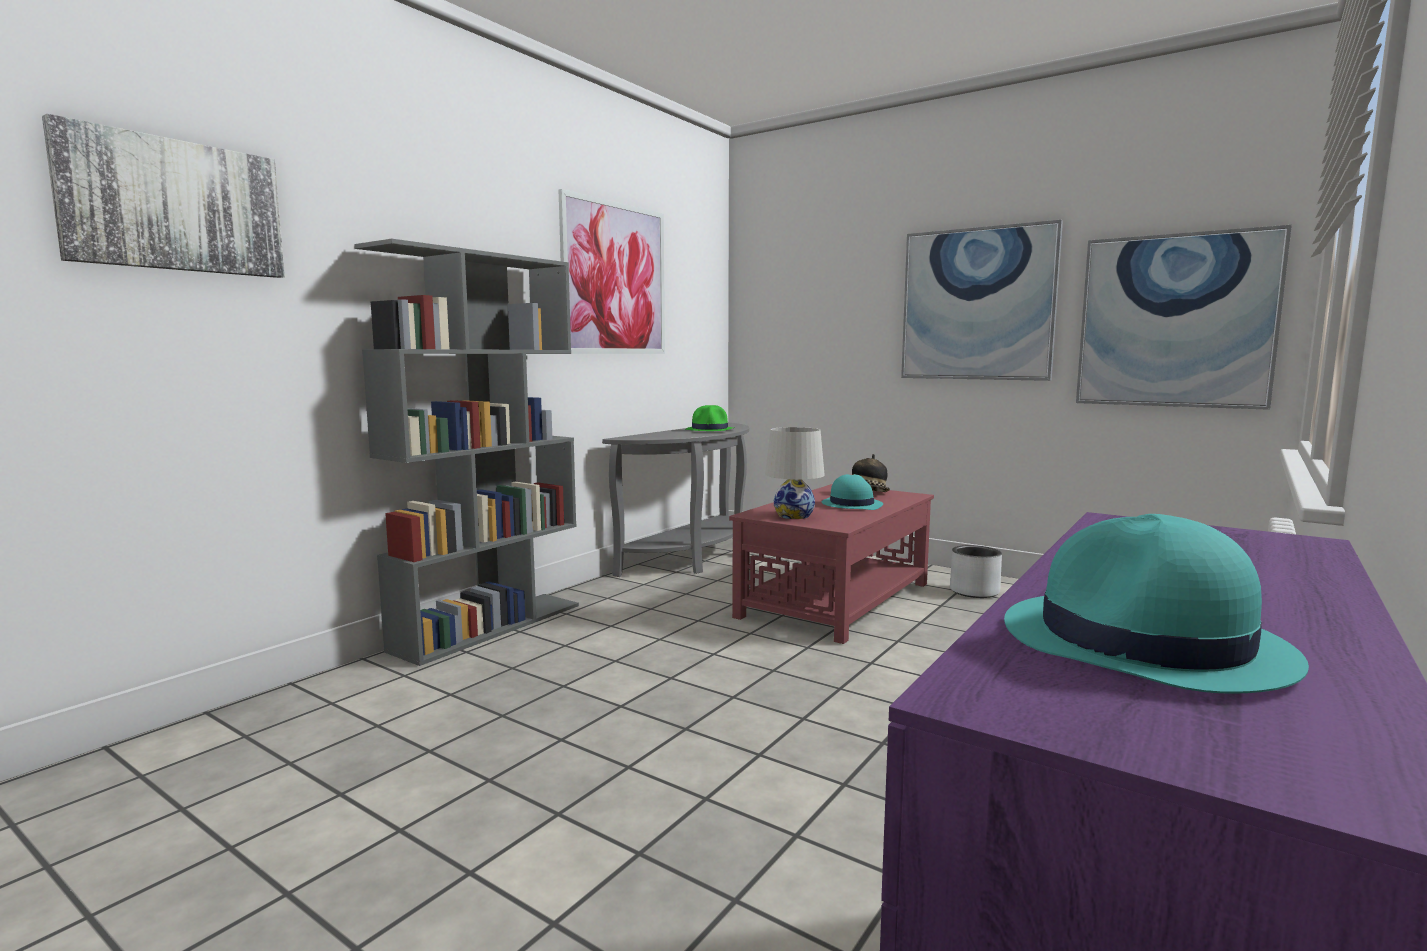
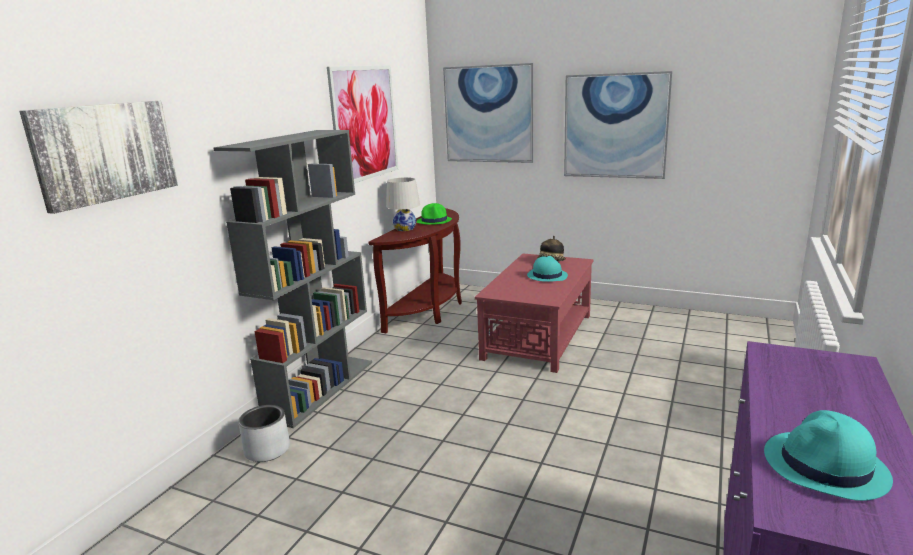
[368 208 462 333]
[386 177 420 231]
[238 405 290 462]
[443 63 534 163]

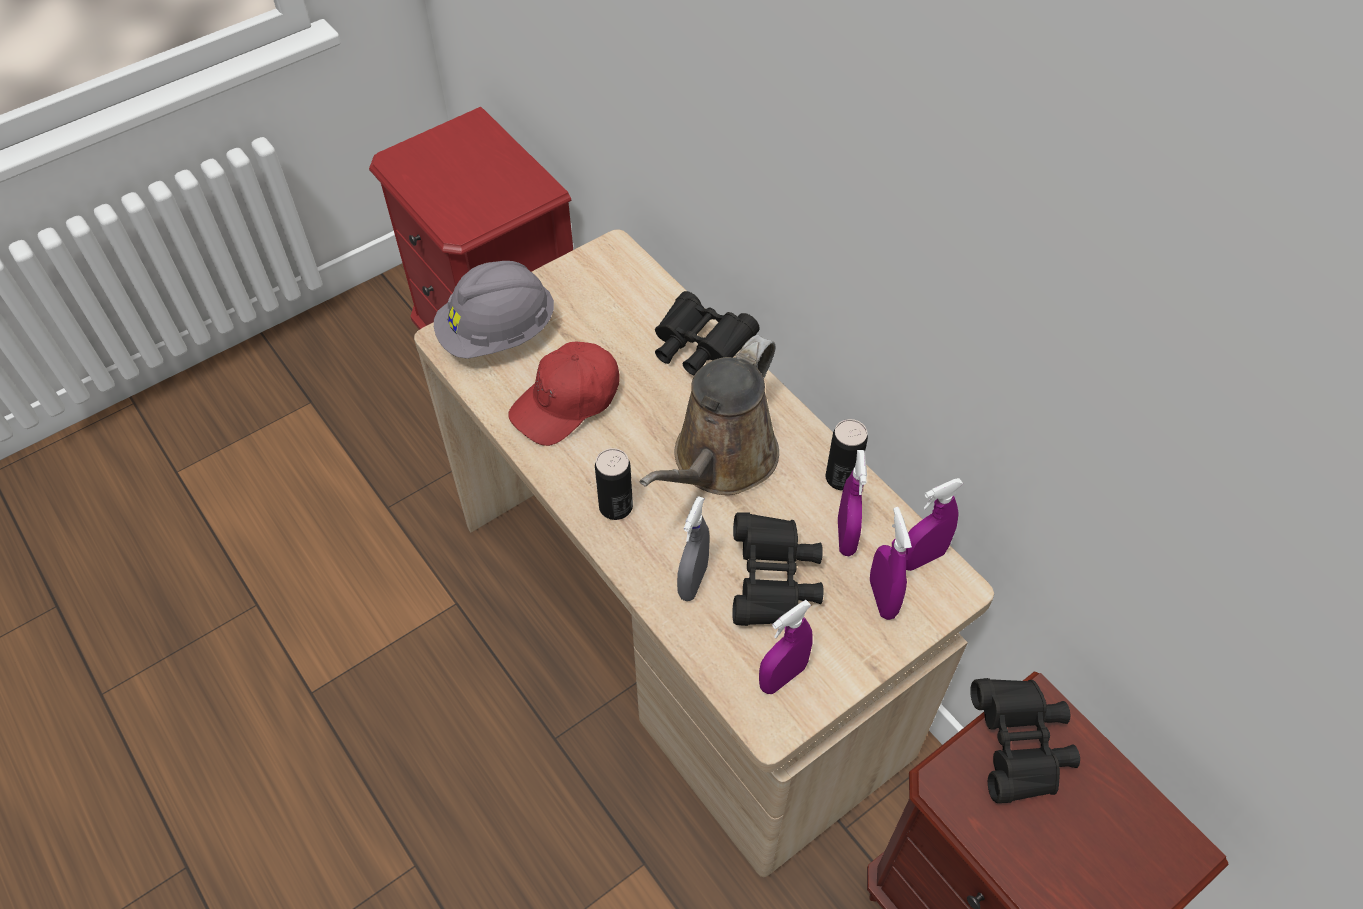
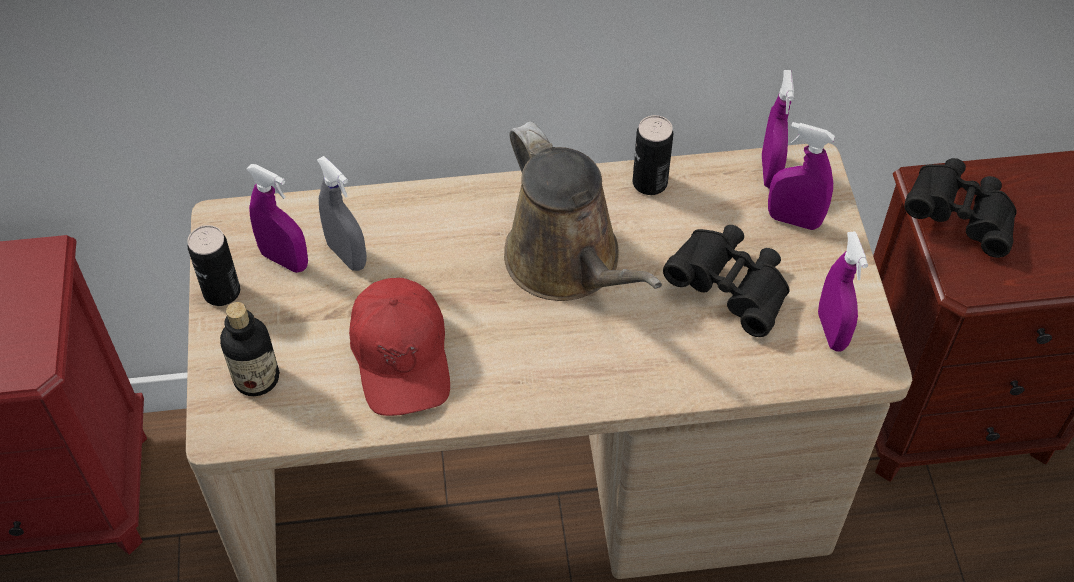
[220 302 280 396]
[187 225 240 306]
[655 291 759 375] (first image)
[317 156 367 271]
[246 164 308 273]

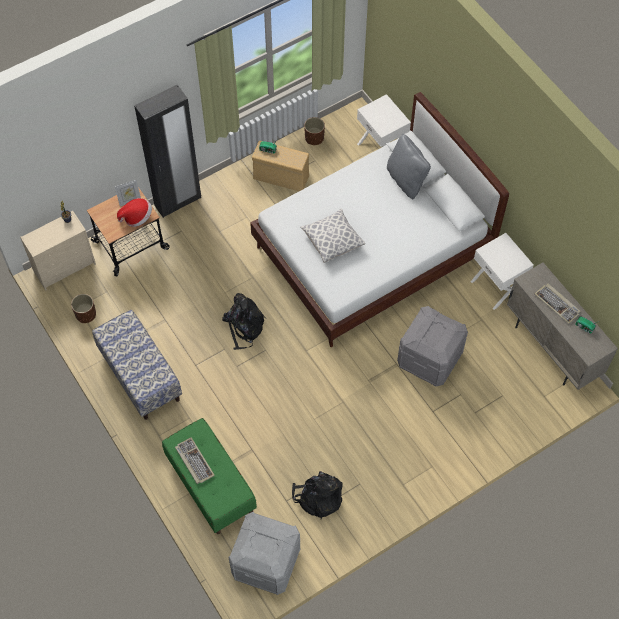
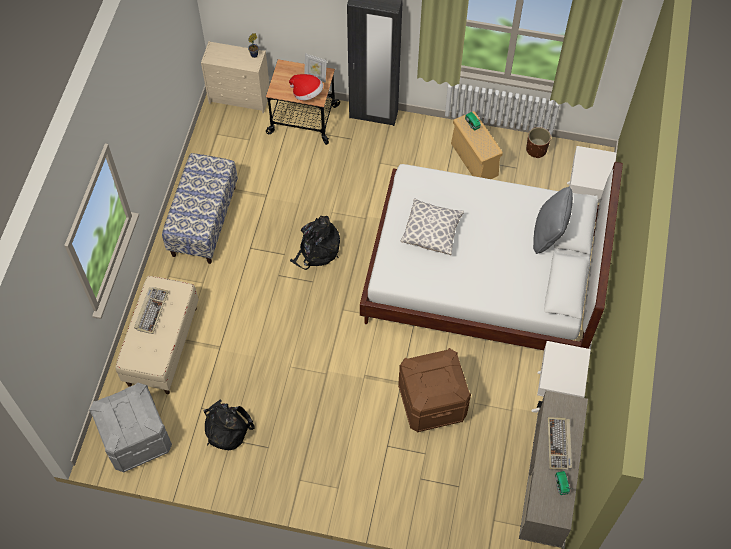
[71 294 96 323] (first image)
[116 276 199 394]
[398 348 471 432]

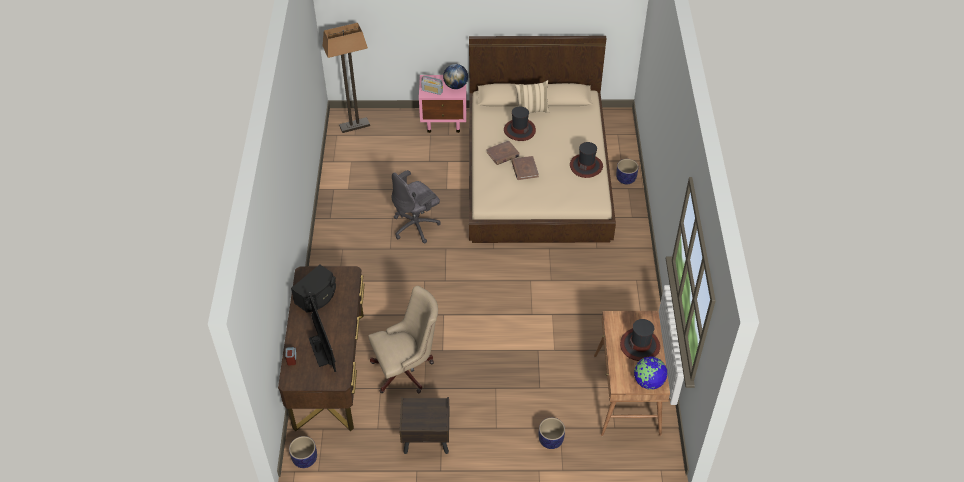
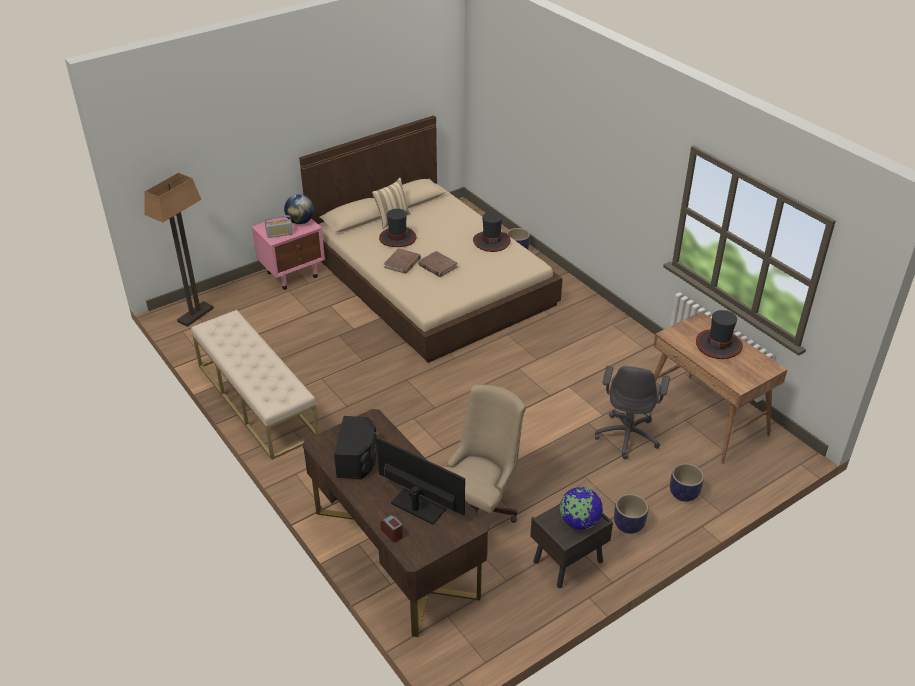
[614 494 648 534]
[595 366 670 459]
[560 487 603 530]
[191 310 320 460]

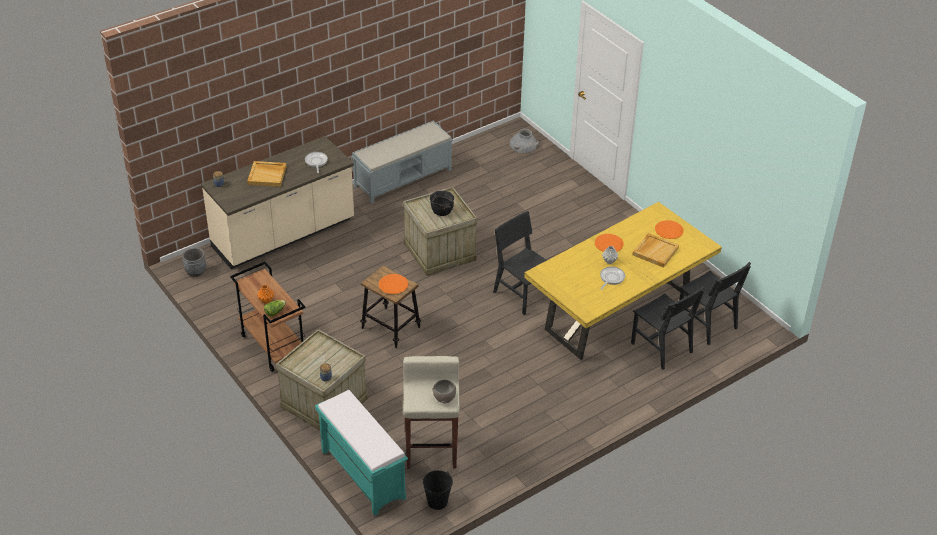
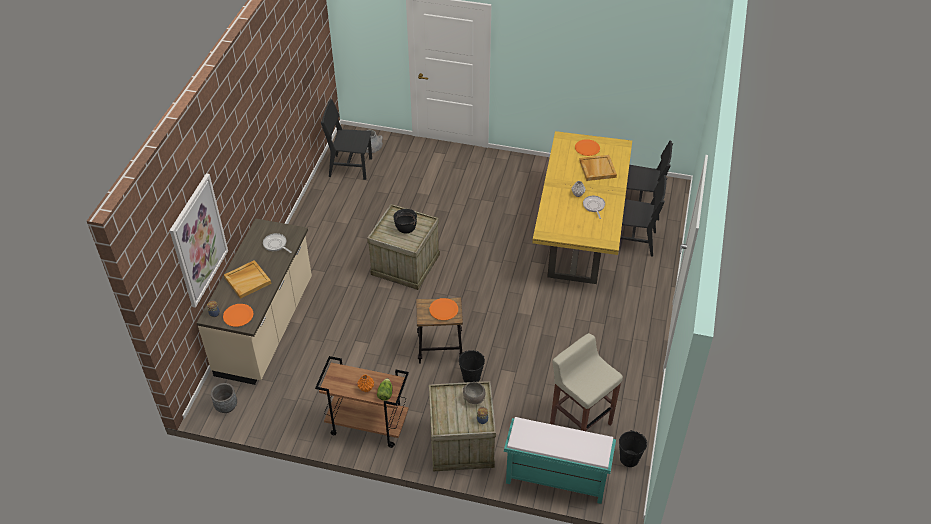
[351 121 453 204] (first image)
[463 382 486 404]
[321 99 372 180]
[223 304 254 327]
[170 173 228 308]
[459 350 485 382]

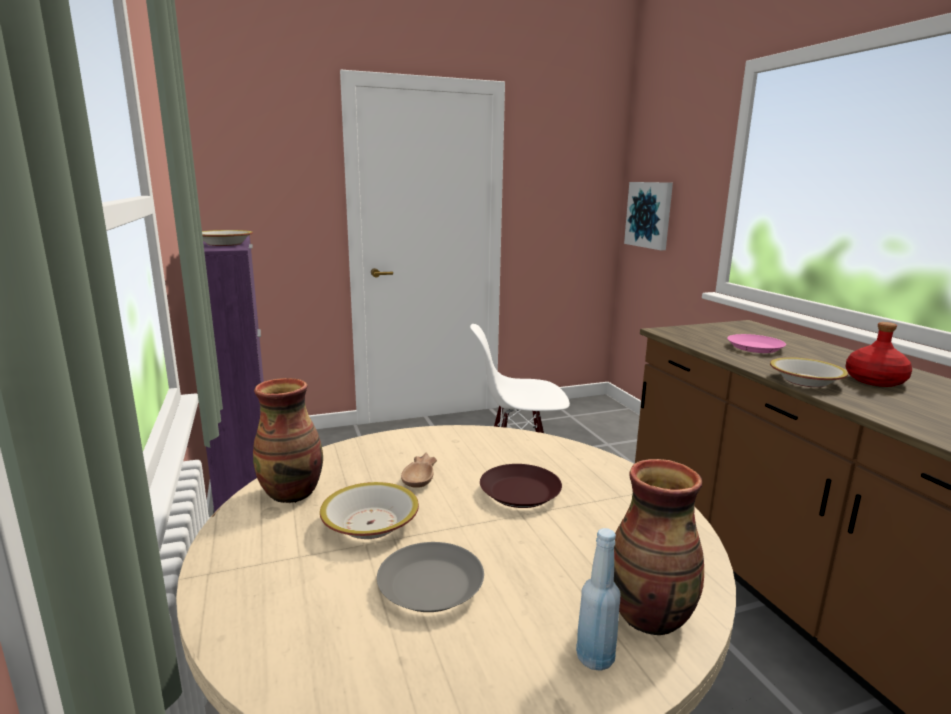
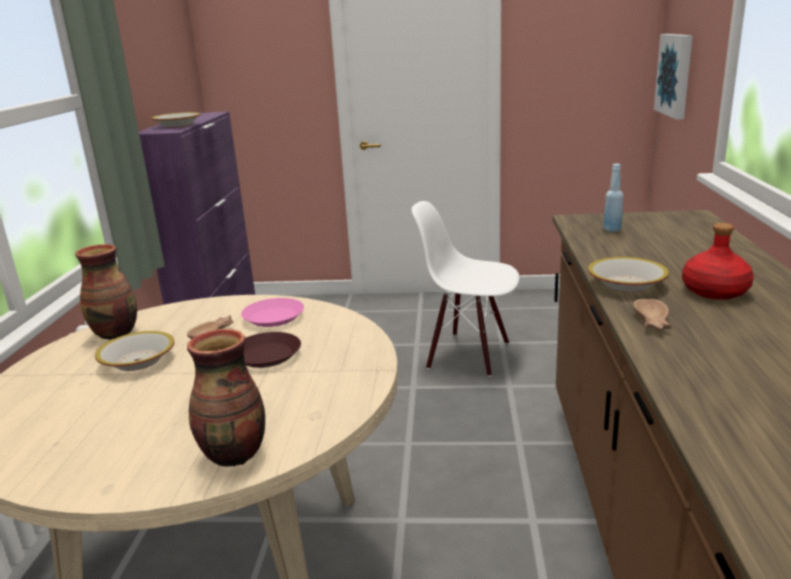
[377 542 484 612] (first image)
[603 164 624 232]
[241 298 304 327]
[634 299 672 330]

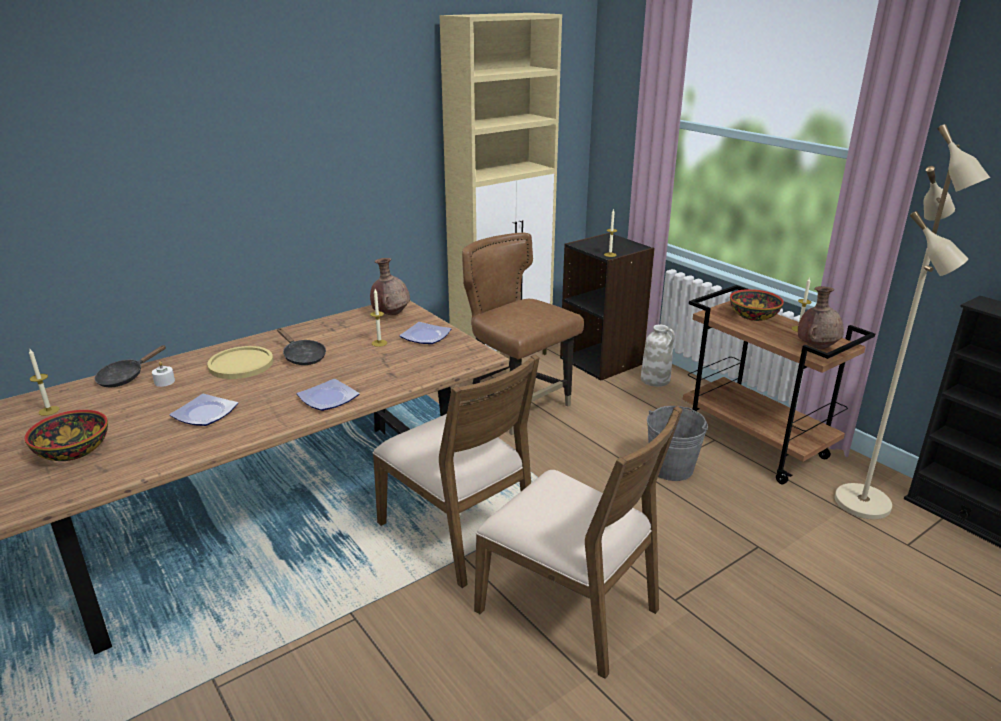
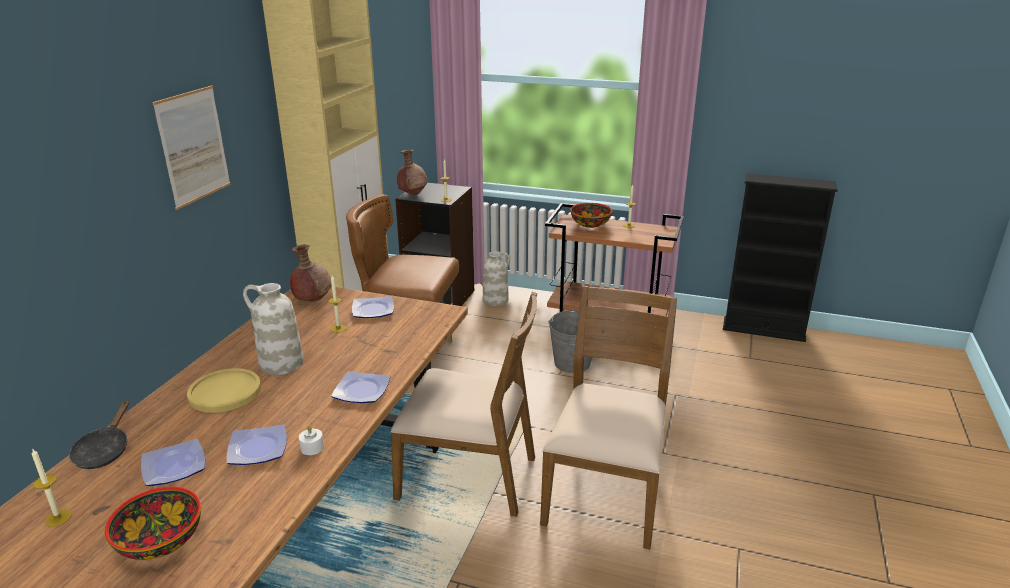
[299 425 324 455]
[243 283 304 375]
[540 286 677 549]
[397 150 428 195]
[835 124 990 519] (first image)
[141 439 205 486]
[152 86 231 210]

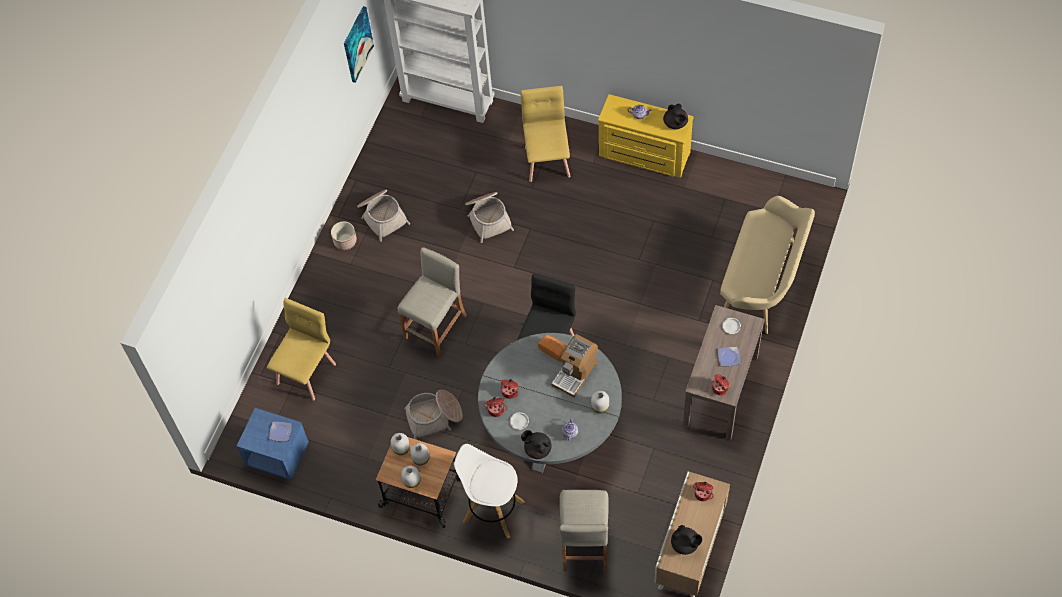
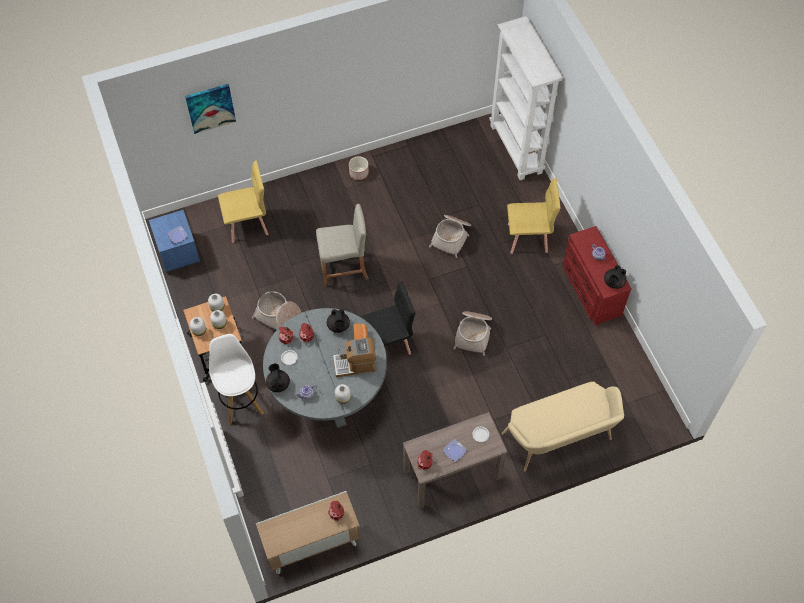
[185 84 236 134]
[453 311 492 356]
[507 178 561 254]
[559 490 609 572] (first image)
[563 226 631 326]
[327 309 350 333]

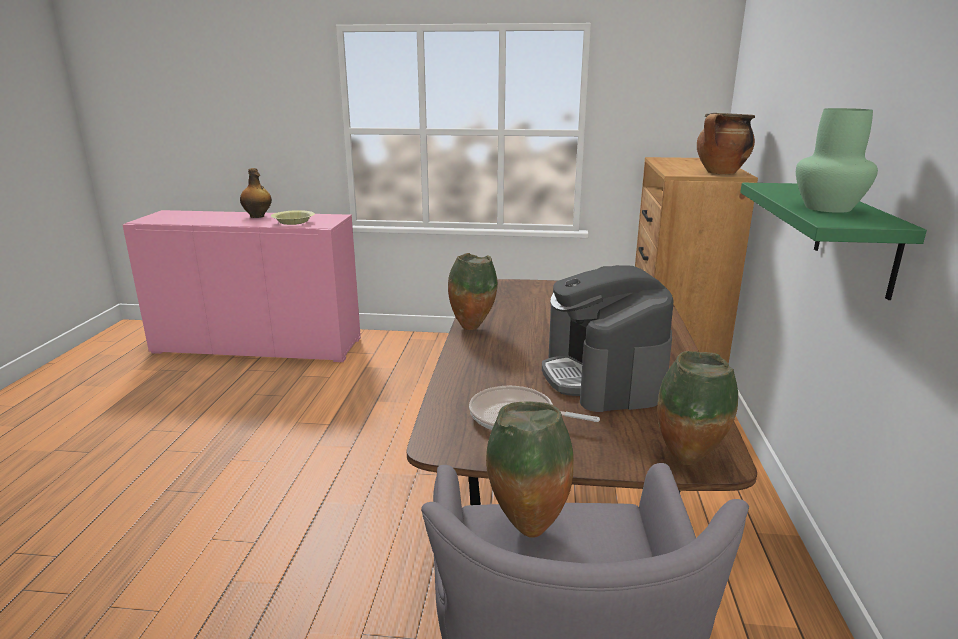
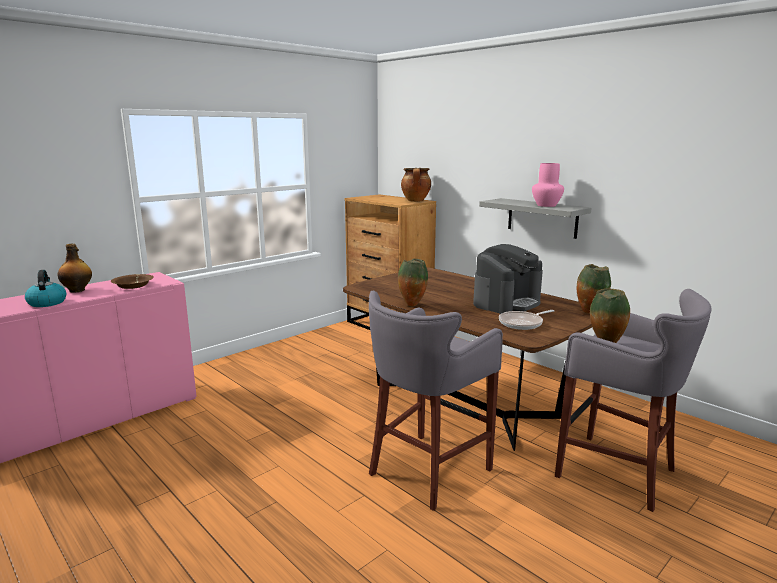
[111 274 154 289]
[473 244 543 314]
[479 198 592 239]
[532 163 564 207]
[25 270 66 307]
[369 291 503 511]

